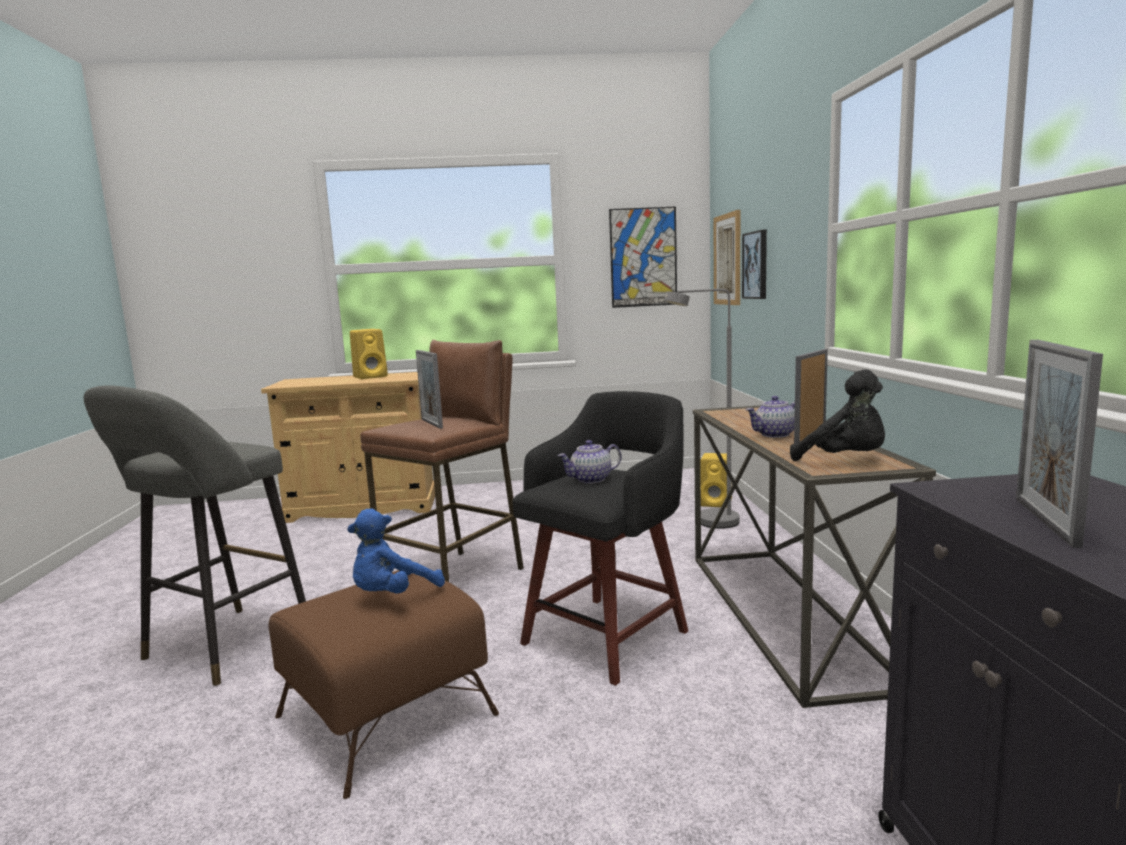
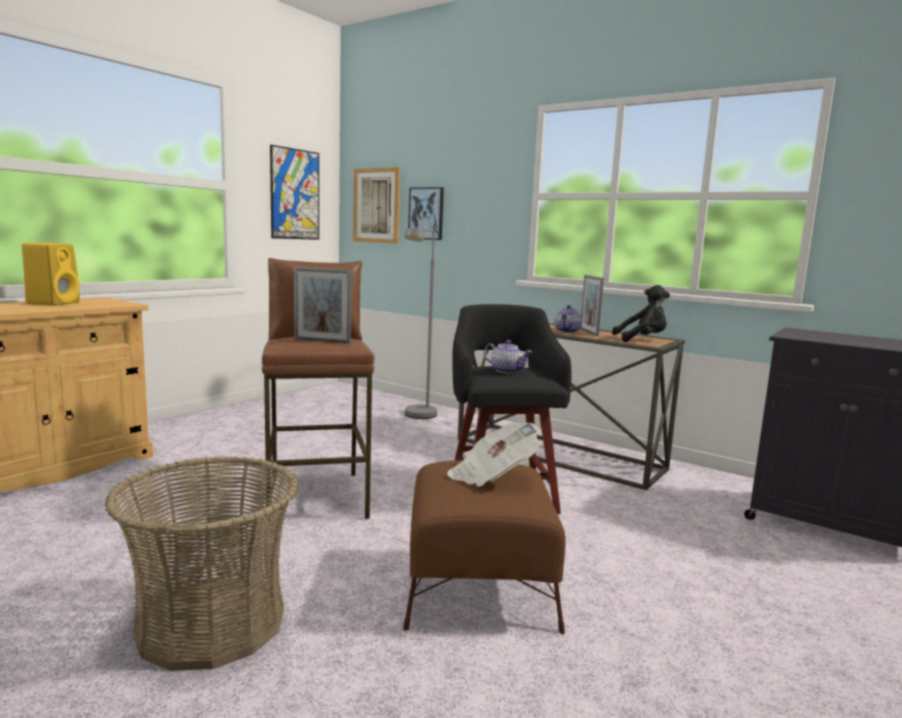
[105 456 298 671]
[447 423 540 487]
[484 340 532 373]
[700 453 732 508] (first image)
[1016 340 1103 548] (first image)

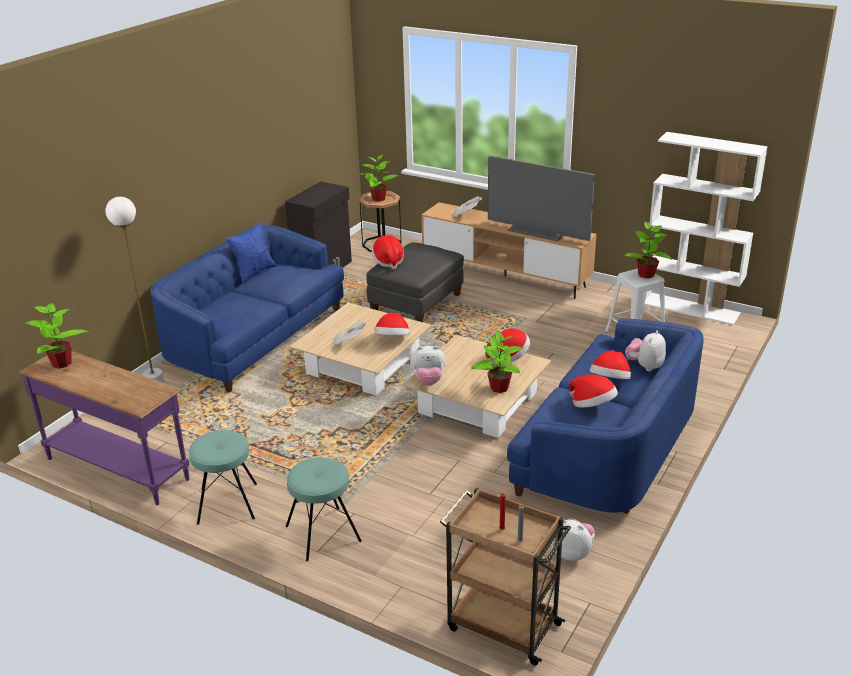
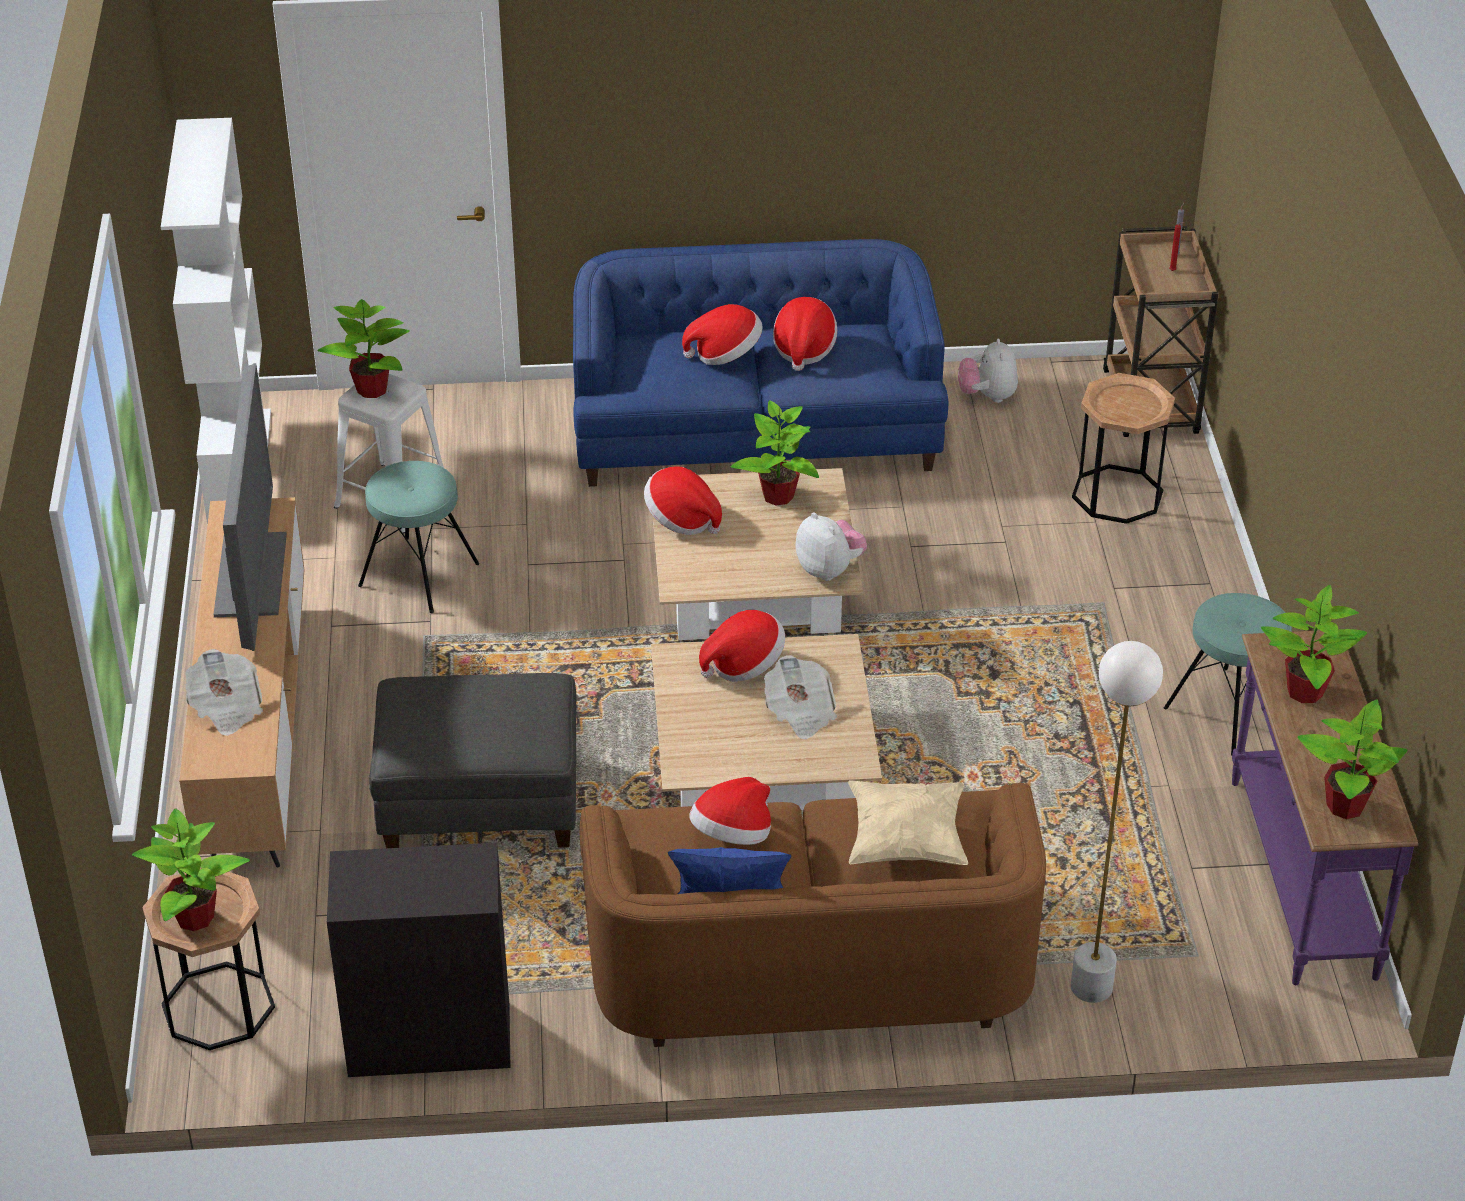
[580 783 1046 1047]
[358 461 479 613]
[689 777 771 845]
[625 331 666 371] (first image)
[848 780 968 865]
[1072 373 1175 524]
[1261 585 1367 703]

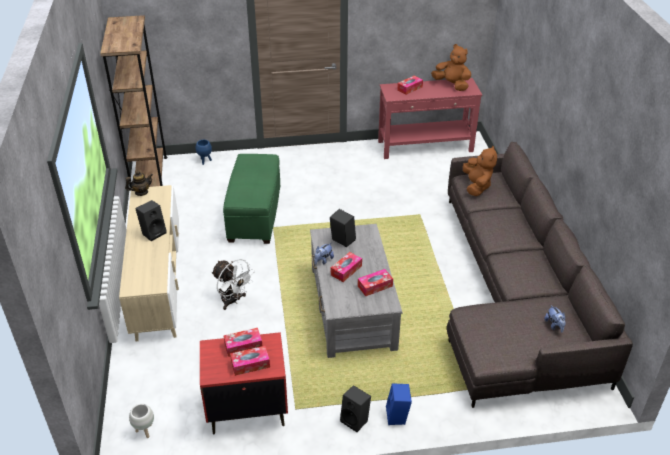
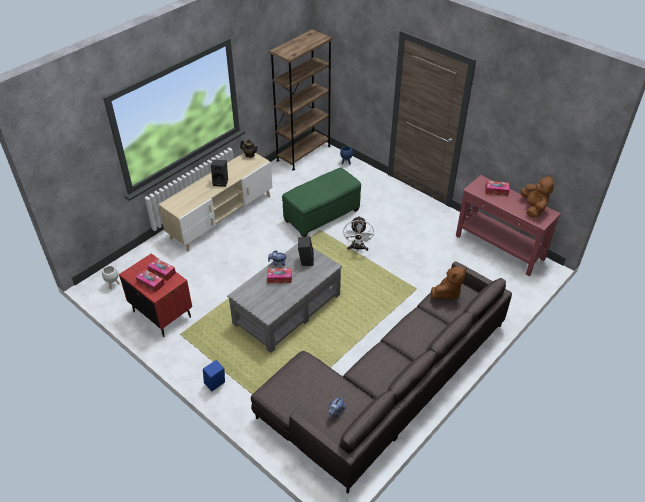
[343 216 374 251]
[340 385 371 432] (first image)
[358 269 393 296] (first image)

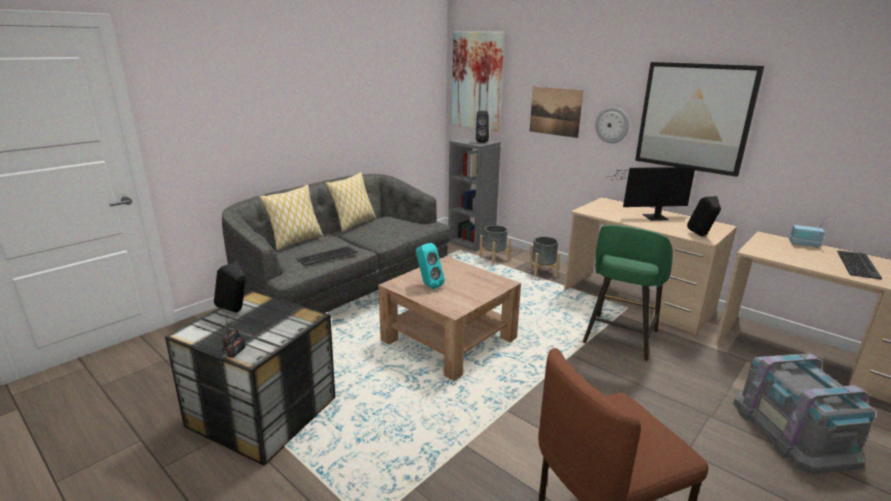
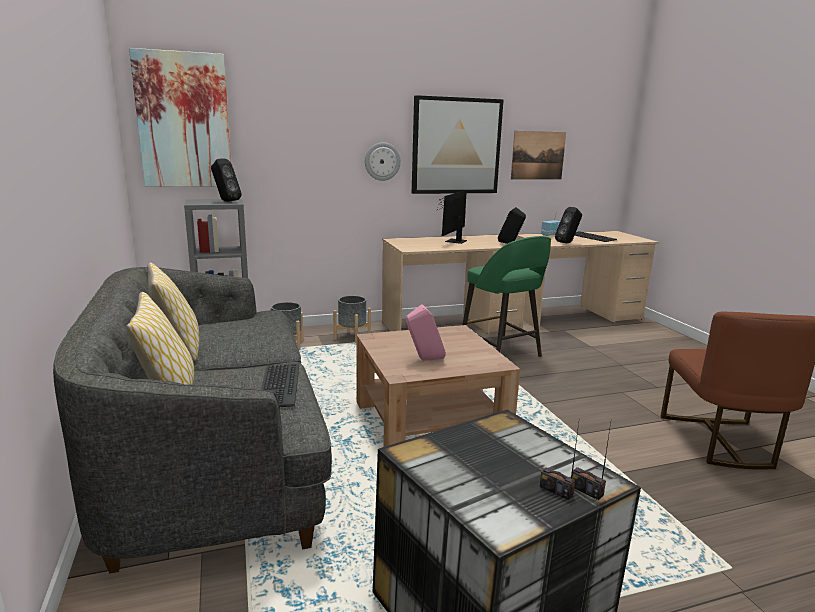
[555 207 582 243]
[406 304 446 361]
[511 131 566 179]
[733 353 875 474] (first image)

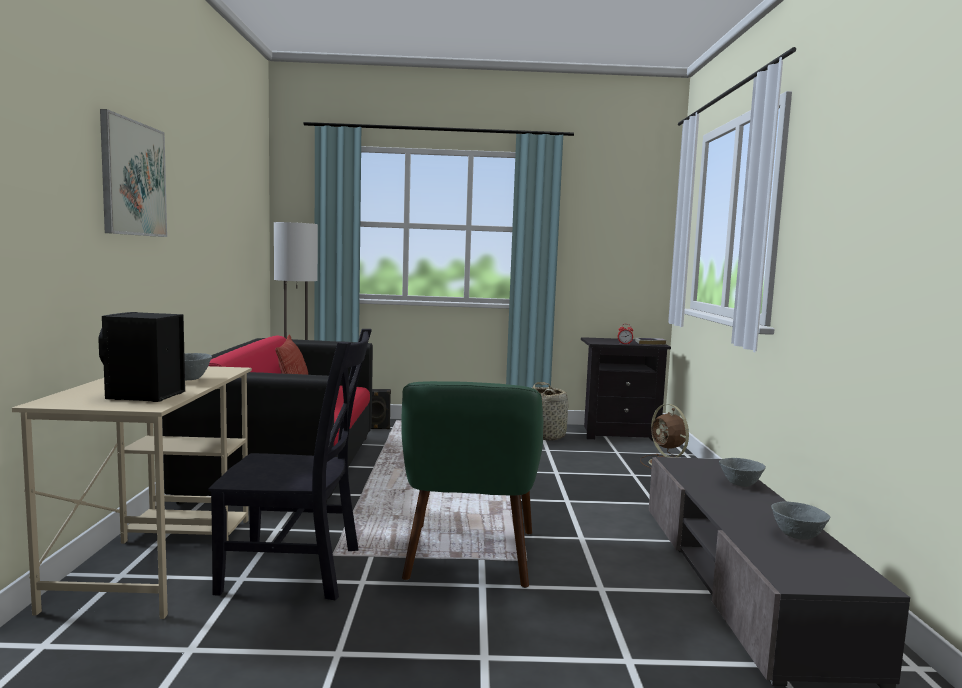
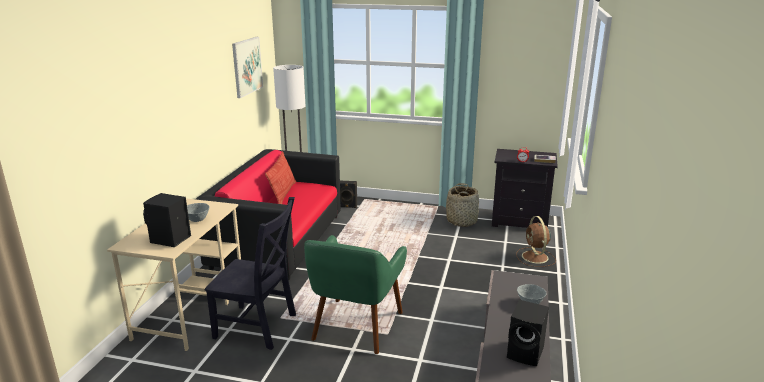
[232 37 263 98]
[507 300 549 366]

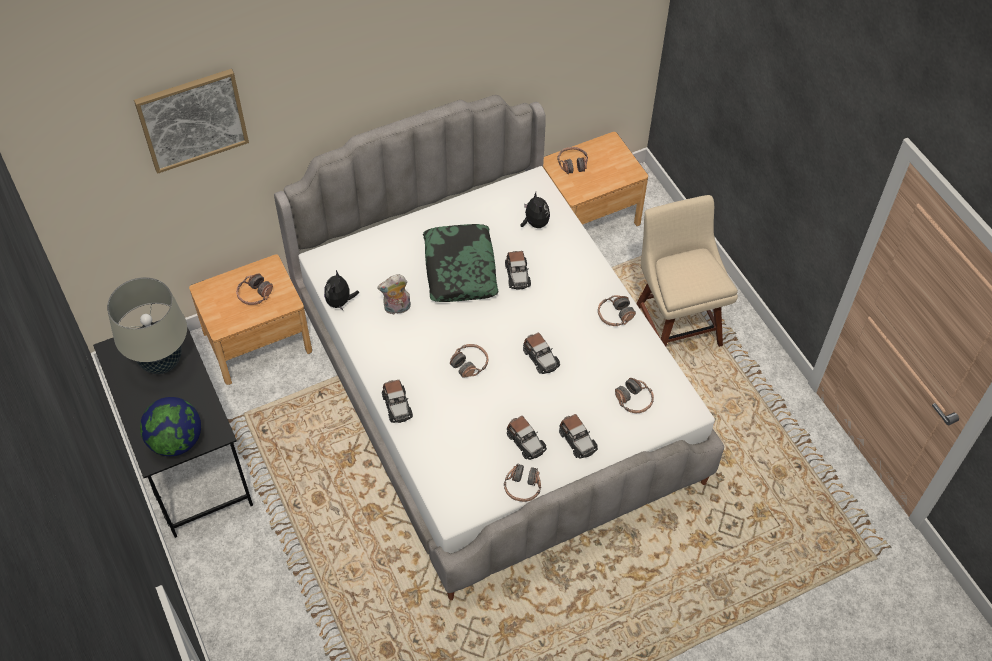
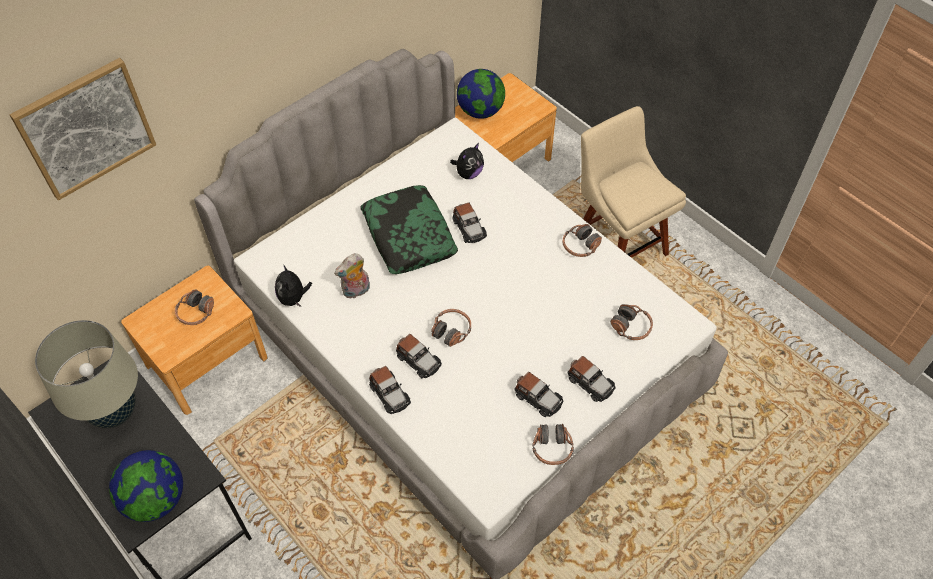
[450 143 484 179]
[396 334 442 378]
[457 69 505 119]

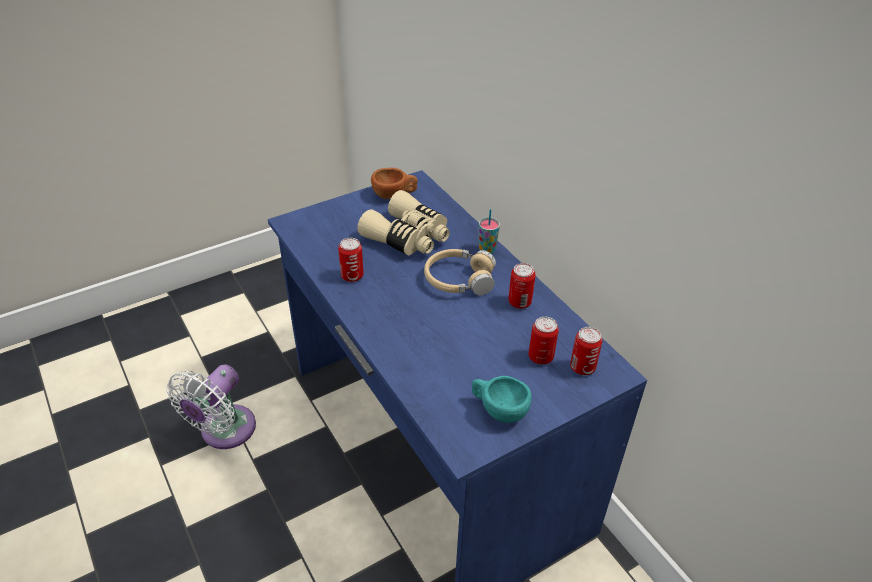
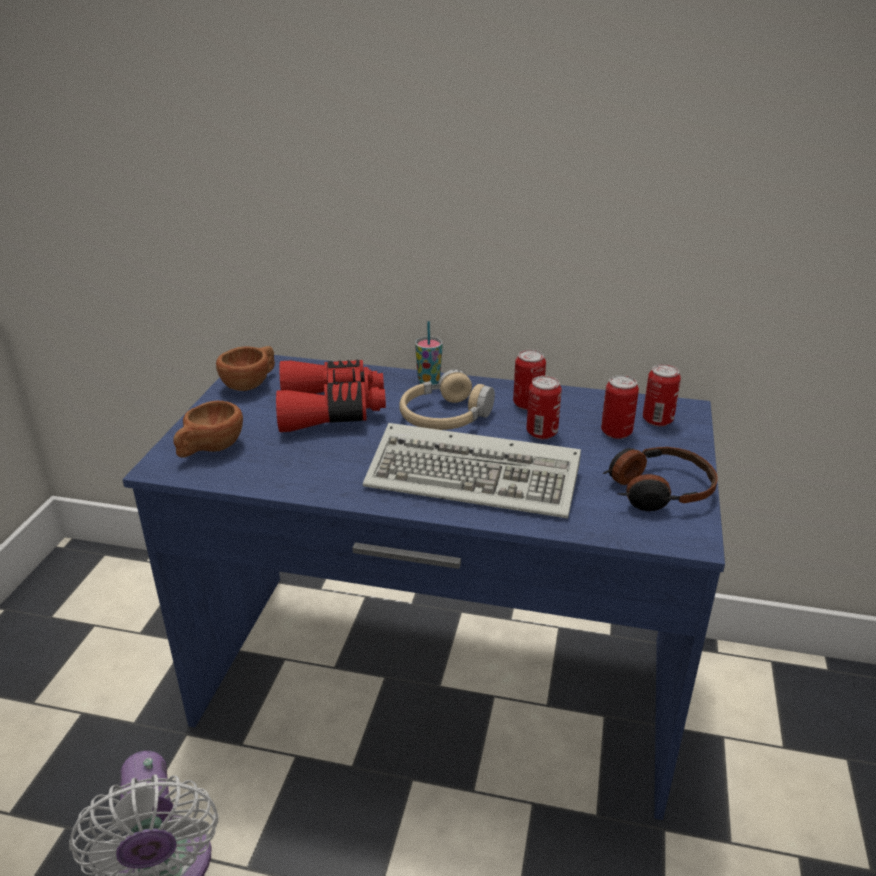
[526 376 562 439]
[276 360 386 432]
[603 447 718 511]
[173 401 243 458]
[363 423 581 518]

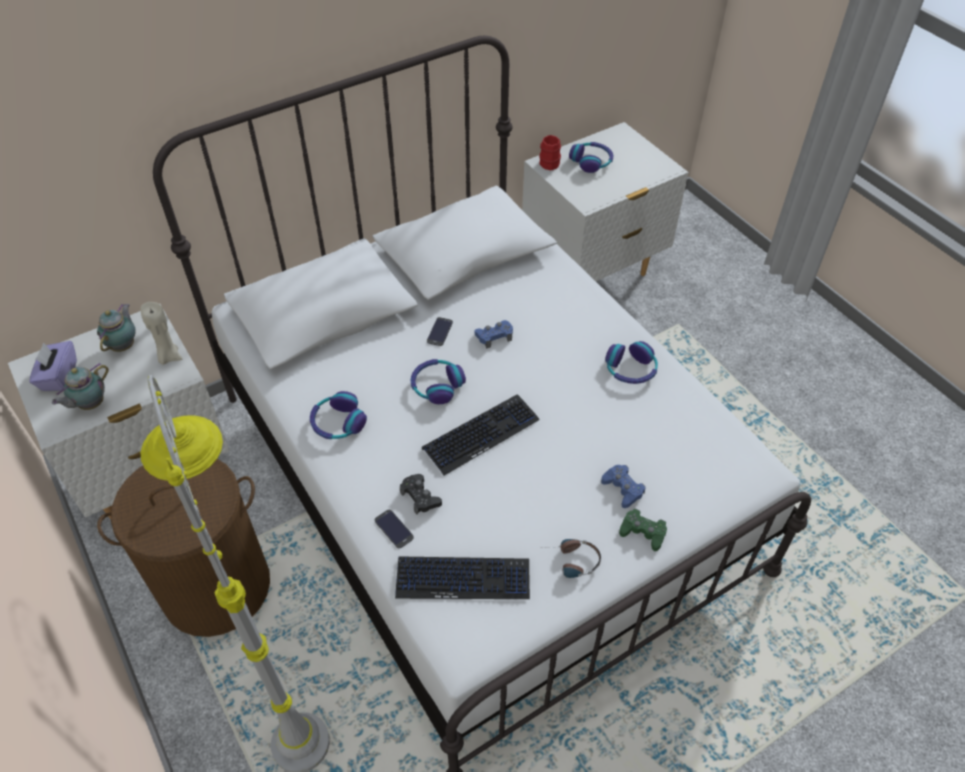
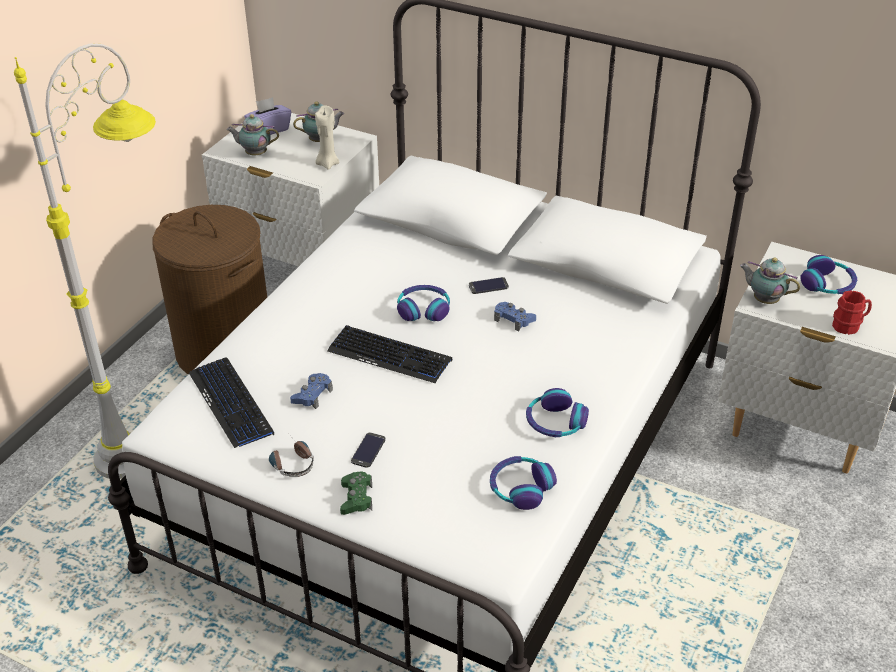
[490 456 557 510]
[351 432 386 468]
[400 474 442 515] (first image)
[832 290 872 335]
[290 373 333 409]
[740 257 800 304]

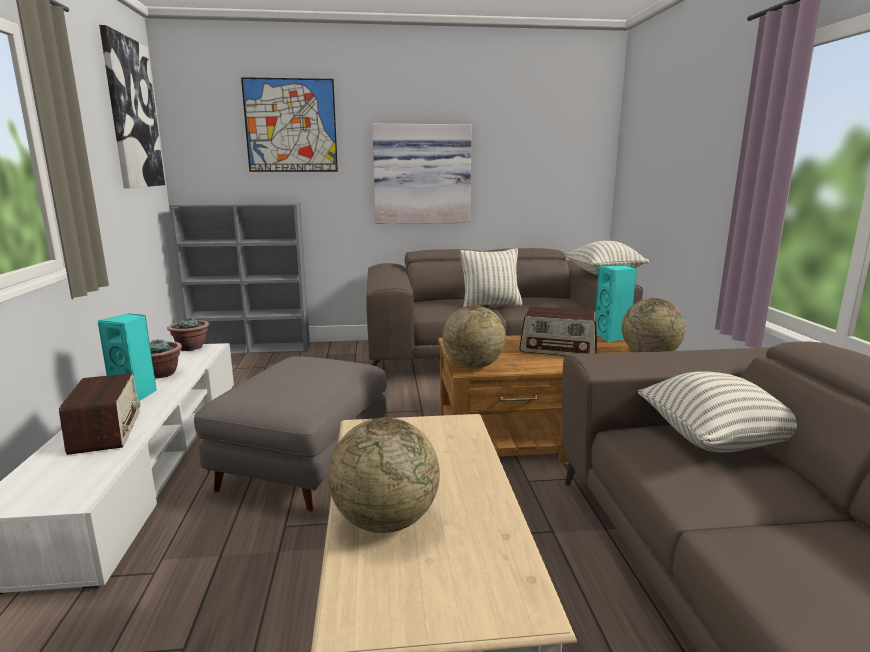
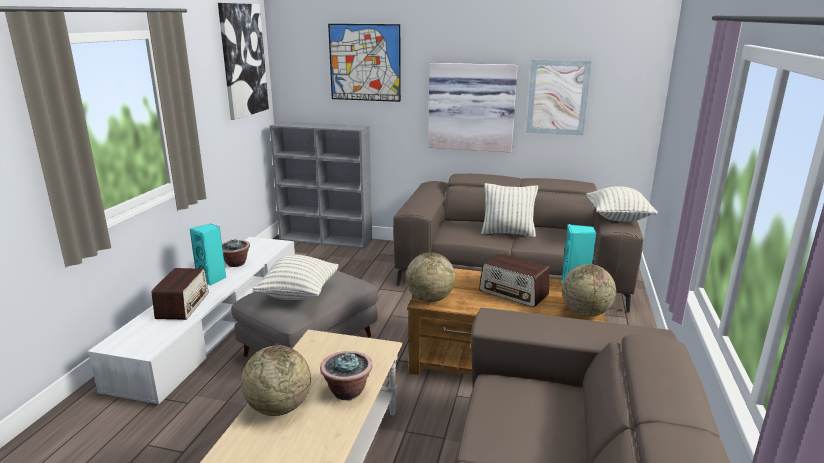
[320 351 373 400]
[252 255 339 300]
[526 60 591 135]

